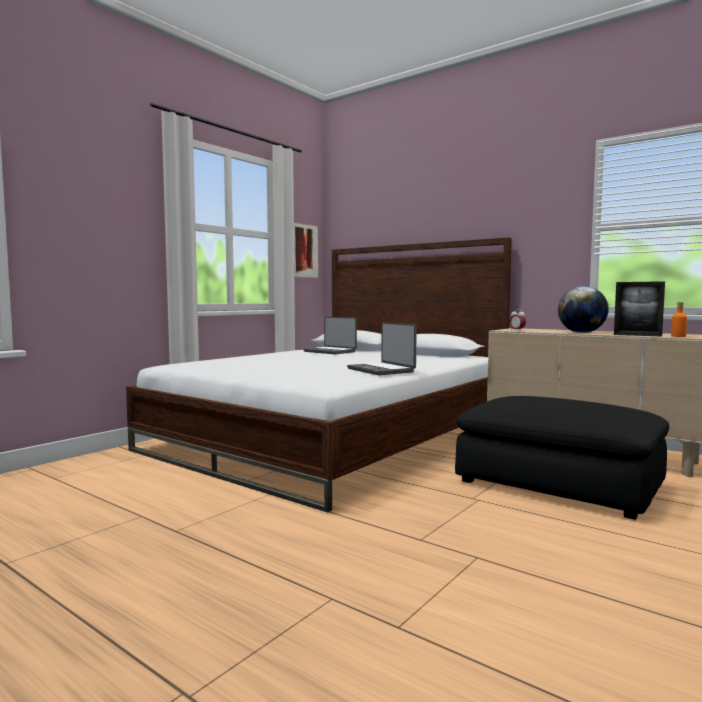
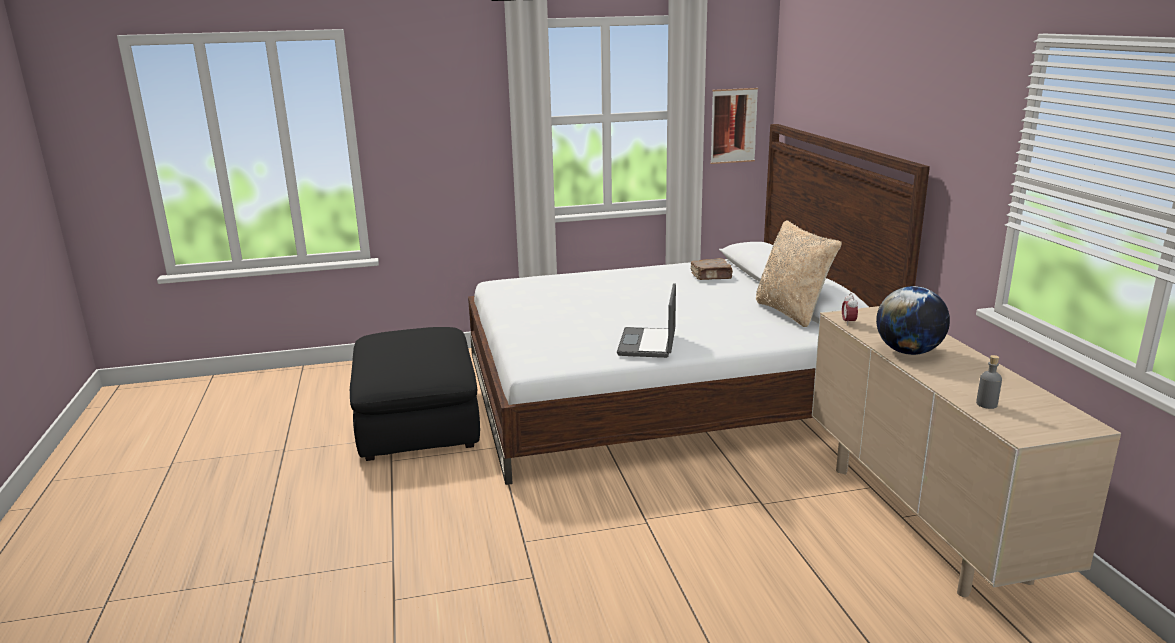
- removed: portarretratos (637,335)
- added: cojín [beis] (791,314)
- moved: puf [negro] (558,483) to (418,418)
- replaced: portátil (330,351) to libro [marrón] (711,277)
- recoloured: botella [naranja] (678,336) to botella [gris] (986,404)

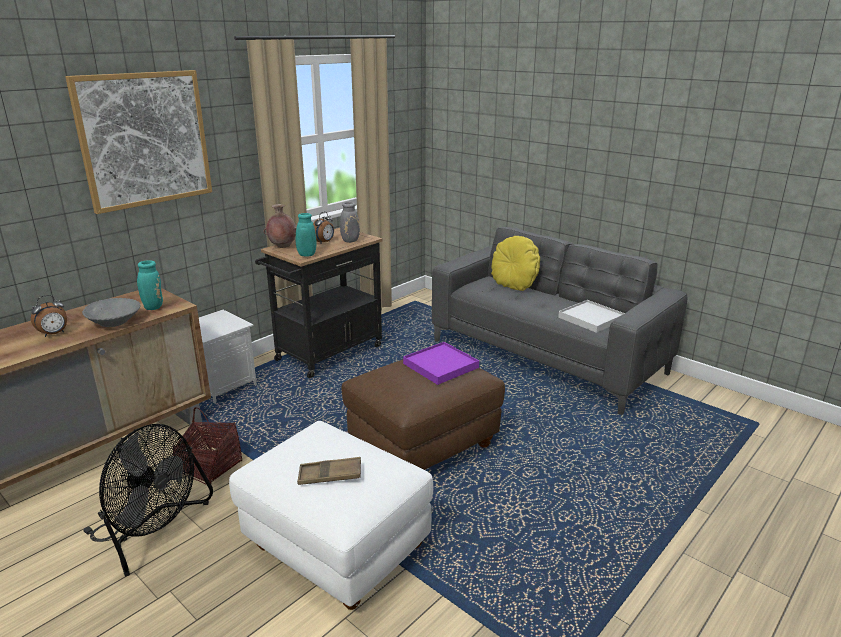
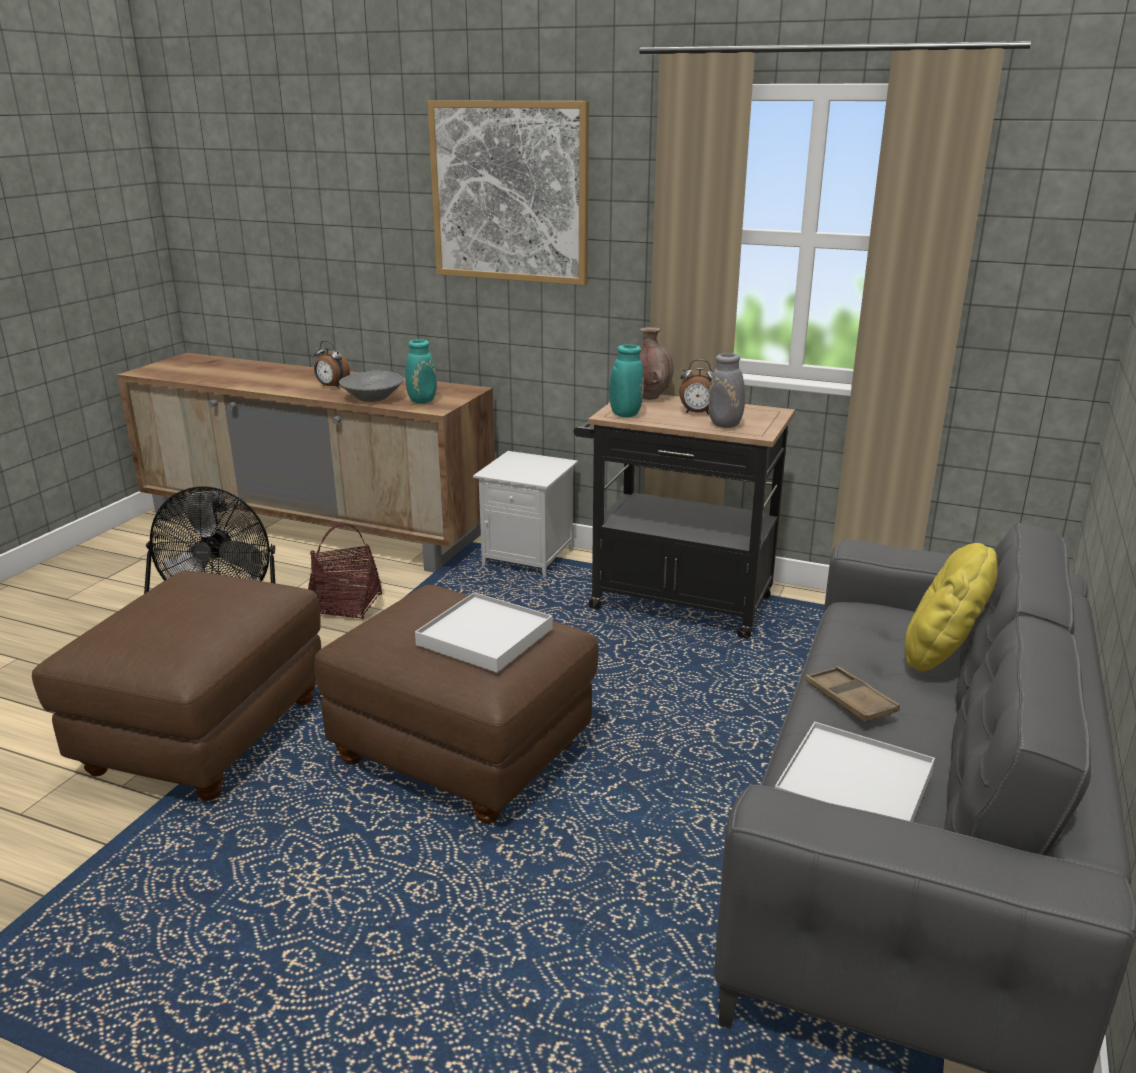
- moved: bandeja [marrón] (330,475) to (849,700)
- recoloured: puf [blanco] (335,547) to puf [marrón] (204,732)
- recoloured: bandeja [morado] (440,365) to bandeja [blanco] (485,636)

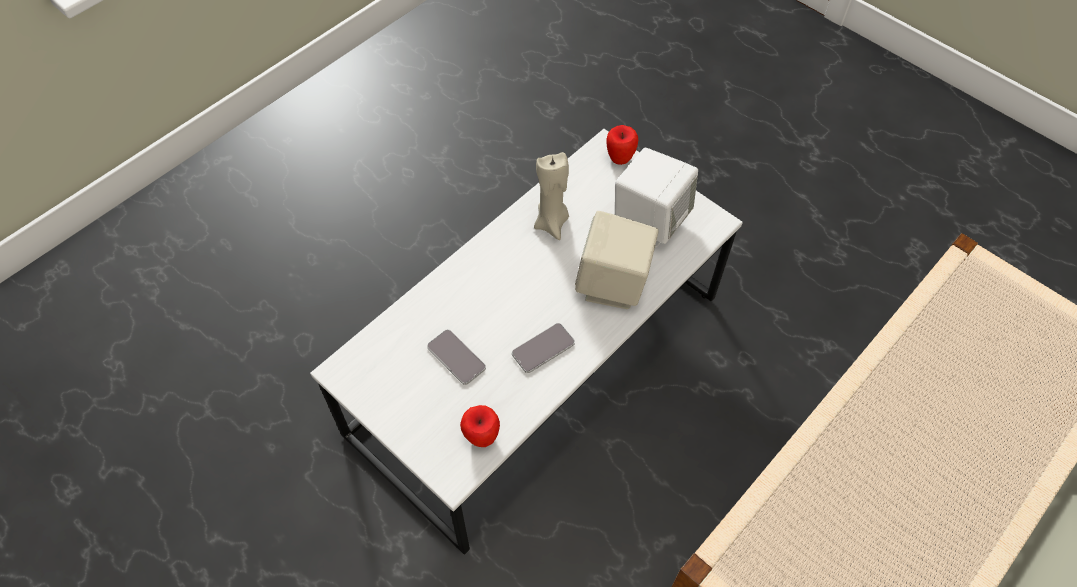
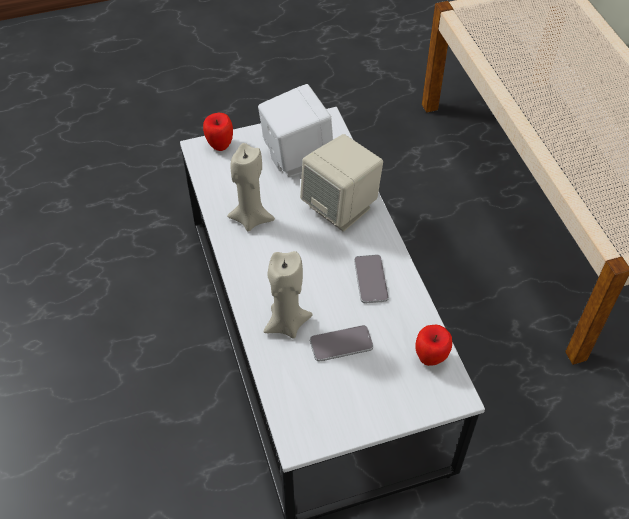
- added: vela [beis] (286,323)

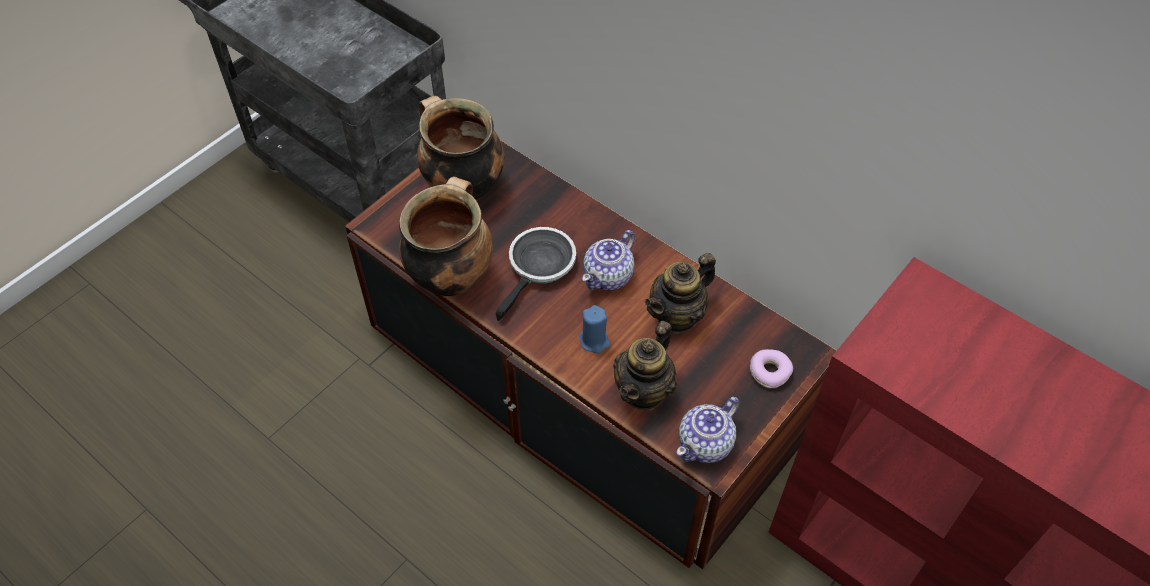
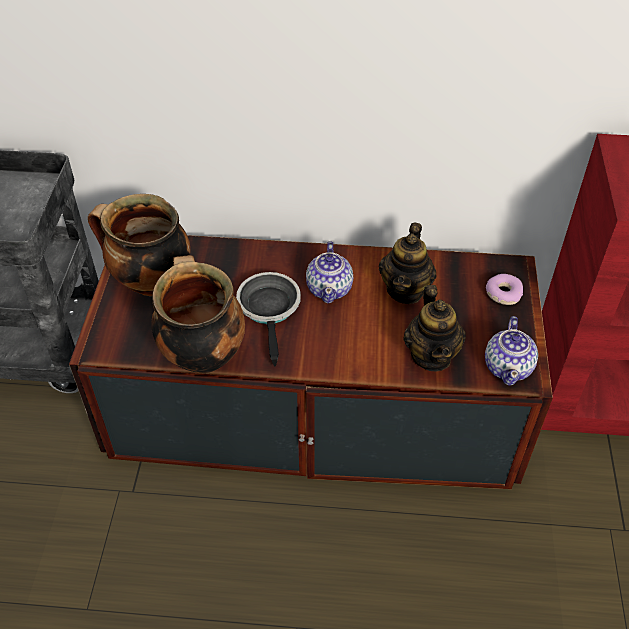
- removed: vela [azul] (594,341)

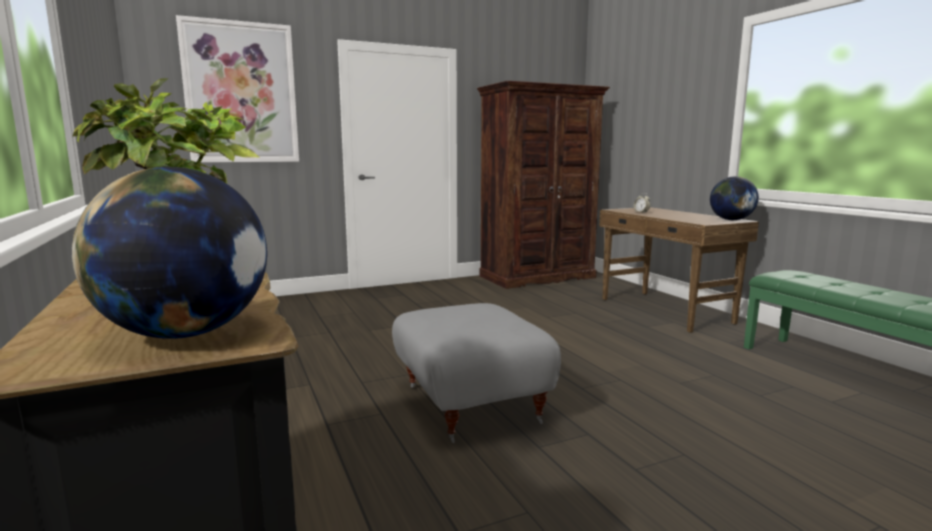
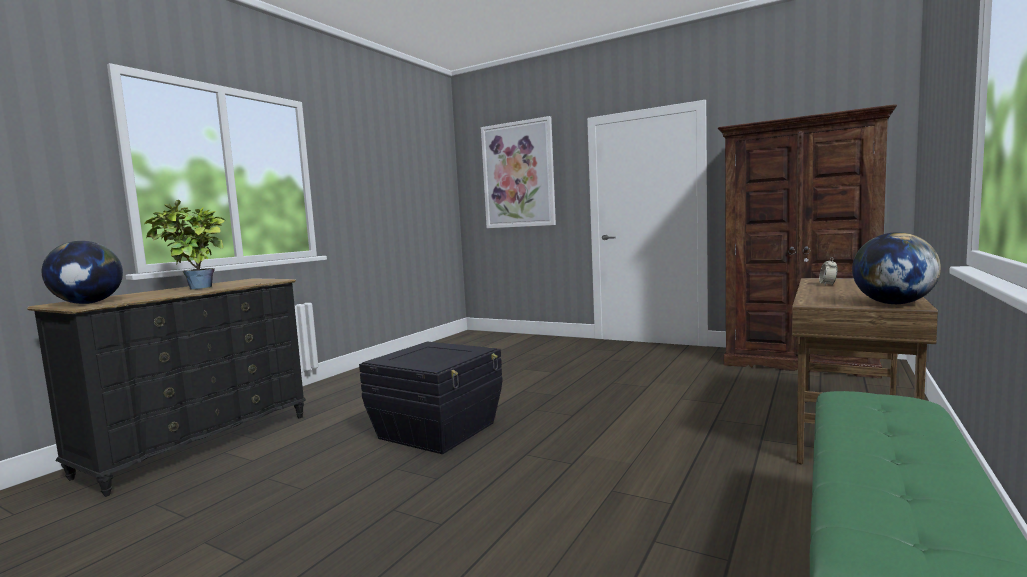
- replaced: puf [gris] (469,404) to caja de almacenaje [negro] (438,430)

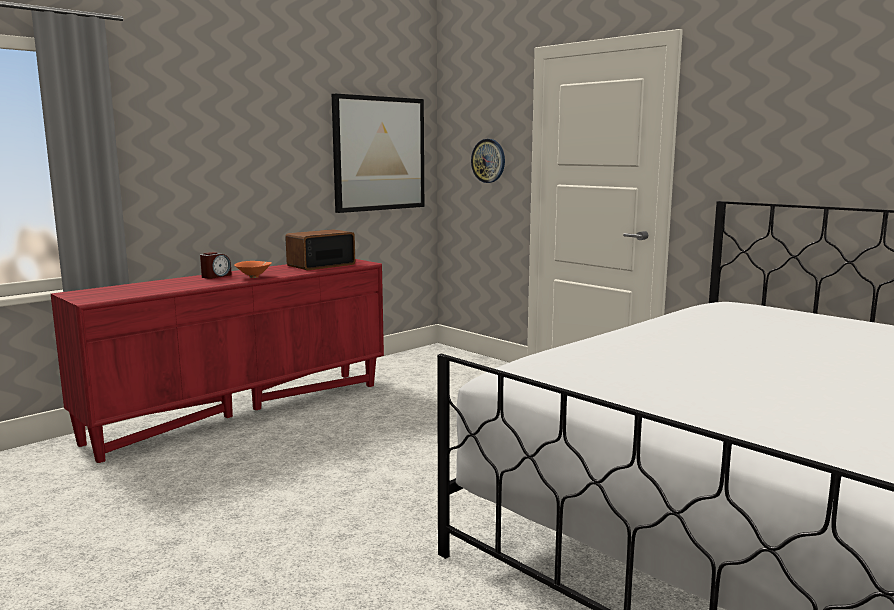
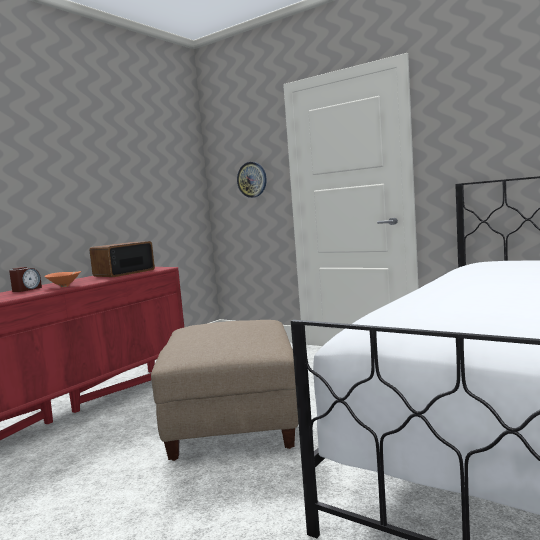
- removed: cuadro (379,154)
- added: puf [beis] (232,421)

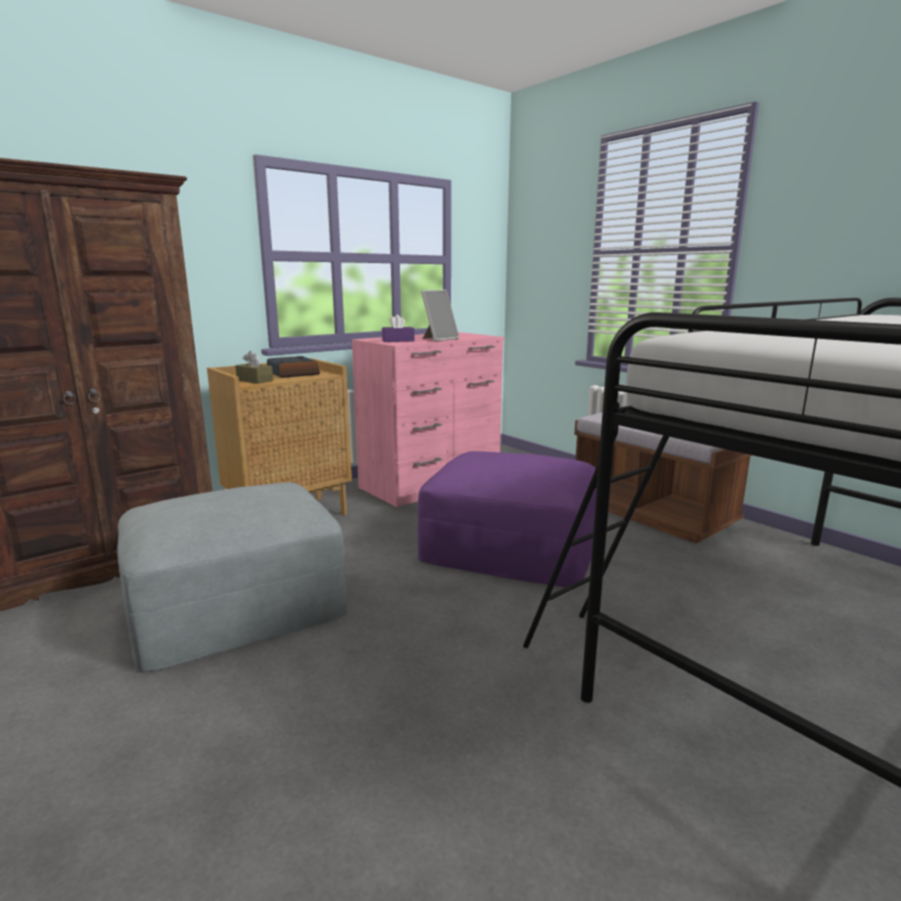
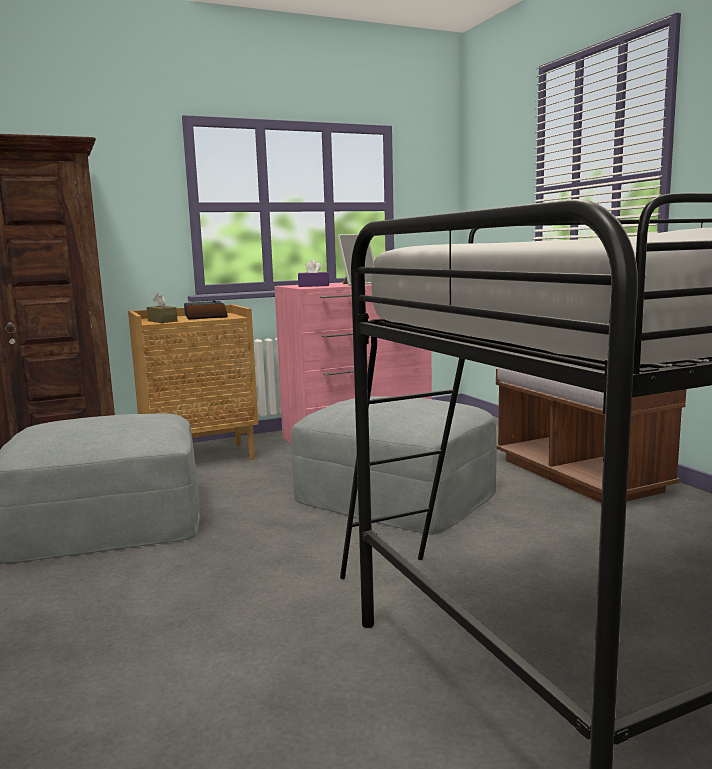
- recoloured: puf [morado] (511,547) to puf [gris] (396,495)

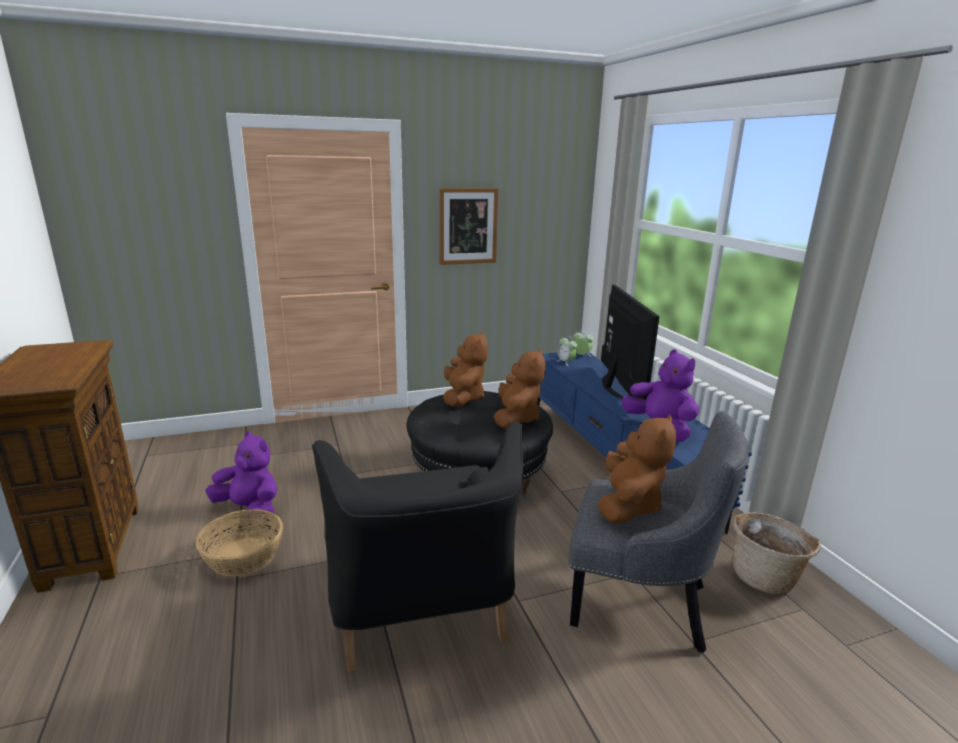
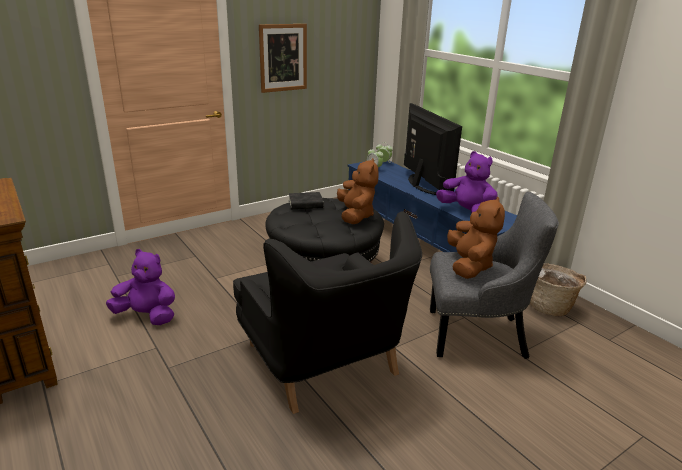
- removed: cesta (244,556)
- replaced: peluche [marrón] (463,398) to libro [negro] (305,204)

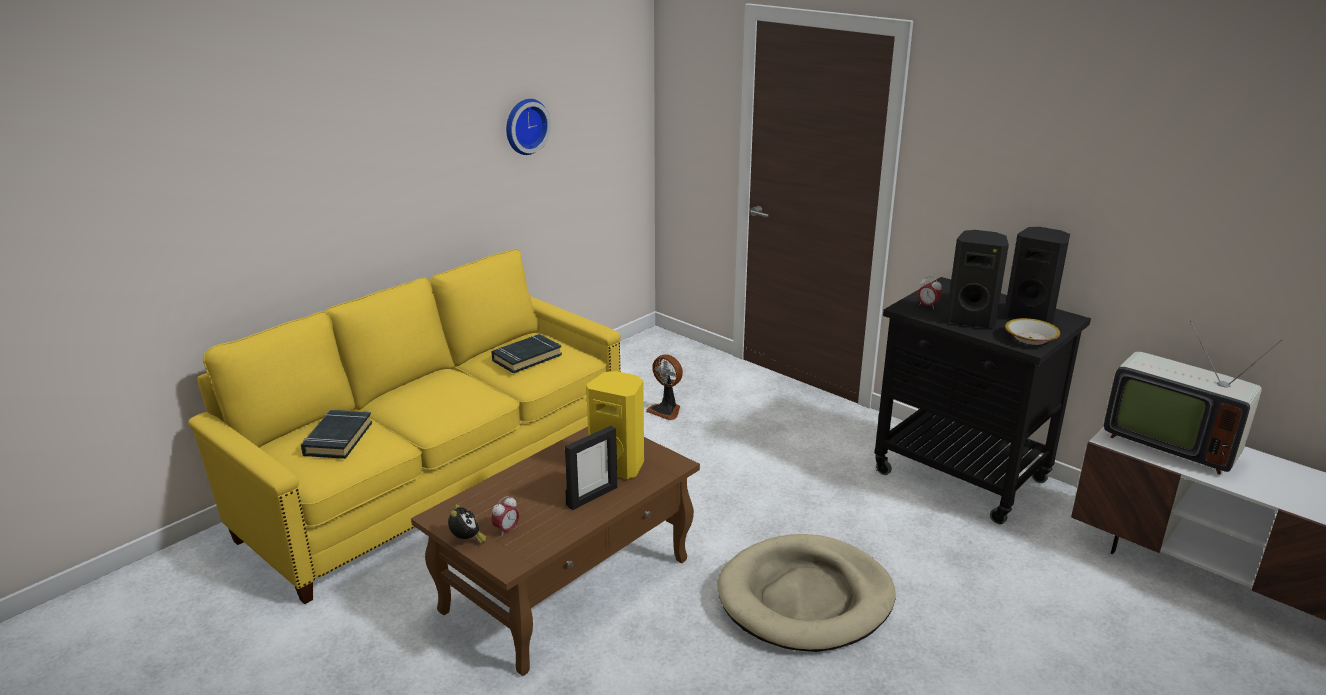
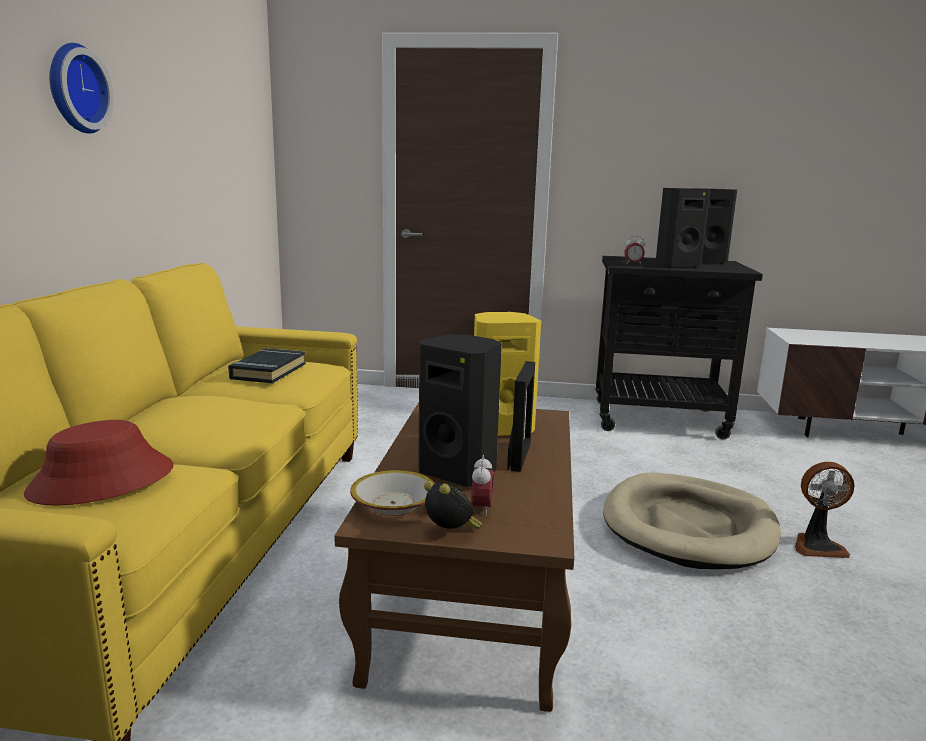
- removed: televisor (1169,443)
- added: altavoz [negro] (460,472)
- moved: reloj de pared (525,126) to (74,89)
- moved: ventilador (666,410) to (817,546)
- moved: cuenco (1030,338) to (393,504)
- replaced: libro [negro] (337,439) to sombrero [rojo] (102,481)

